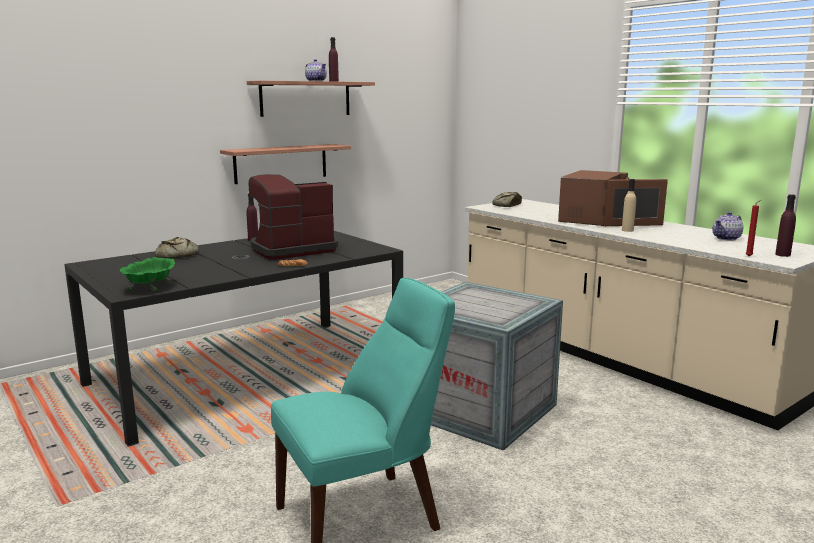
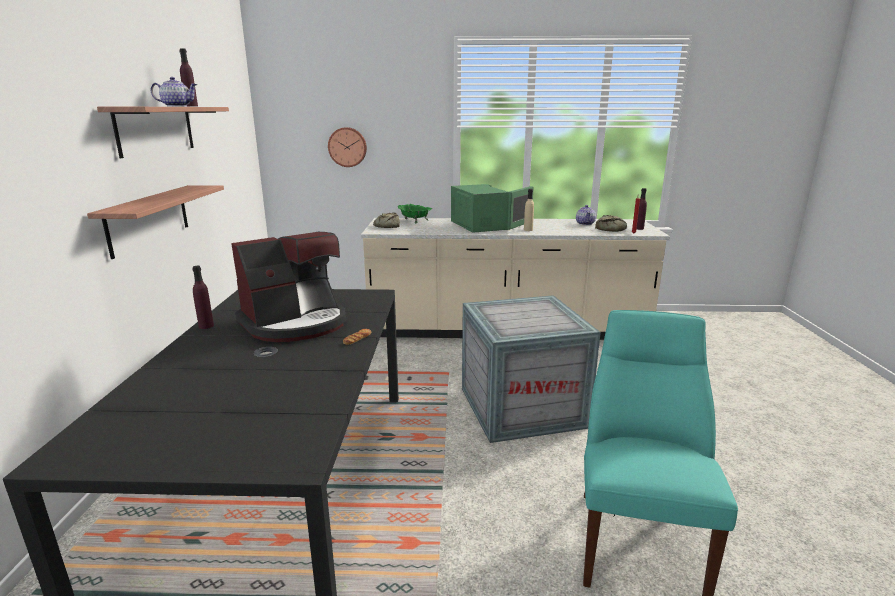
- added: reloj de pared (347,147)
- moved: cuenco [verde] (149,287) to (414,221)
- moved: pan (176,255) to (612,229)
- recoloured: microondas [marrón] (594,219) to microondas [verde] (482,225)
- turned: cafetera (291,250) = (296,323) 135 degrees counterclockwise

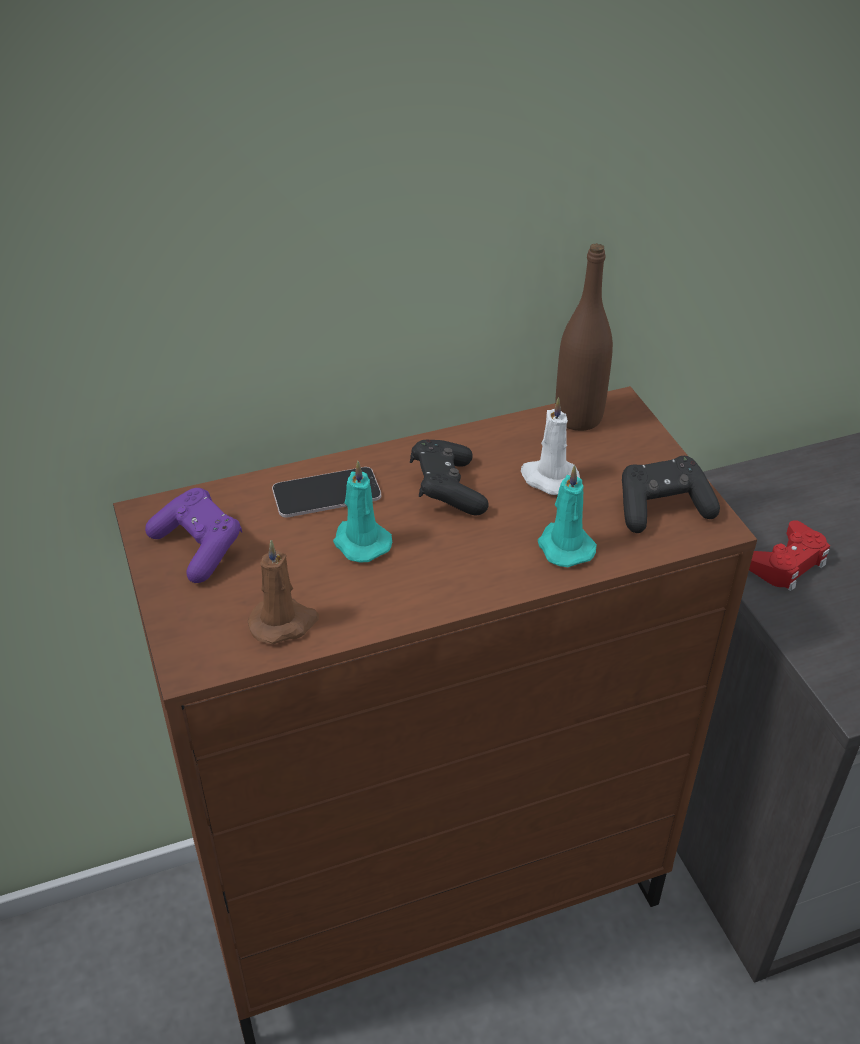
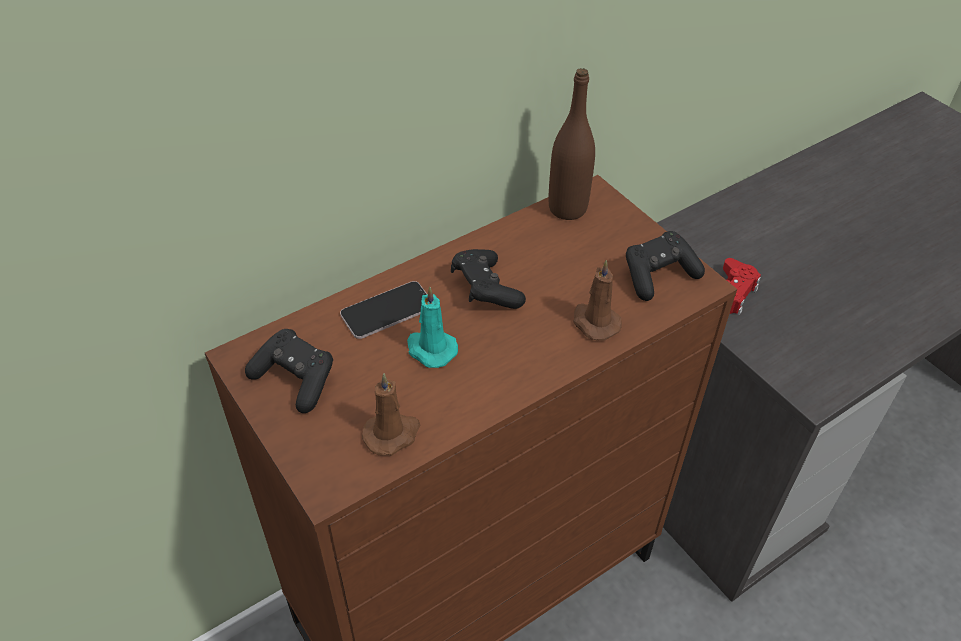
- removed: vela [blanco] (548,478)
- recoloured: mando de consola [morado] (199,547) to mando de consola [negro] (295,379)
- recoloured: vela [turquesa] (564,546) to vela [marrón] (594,322)

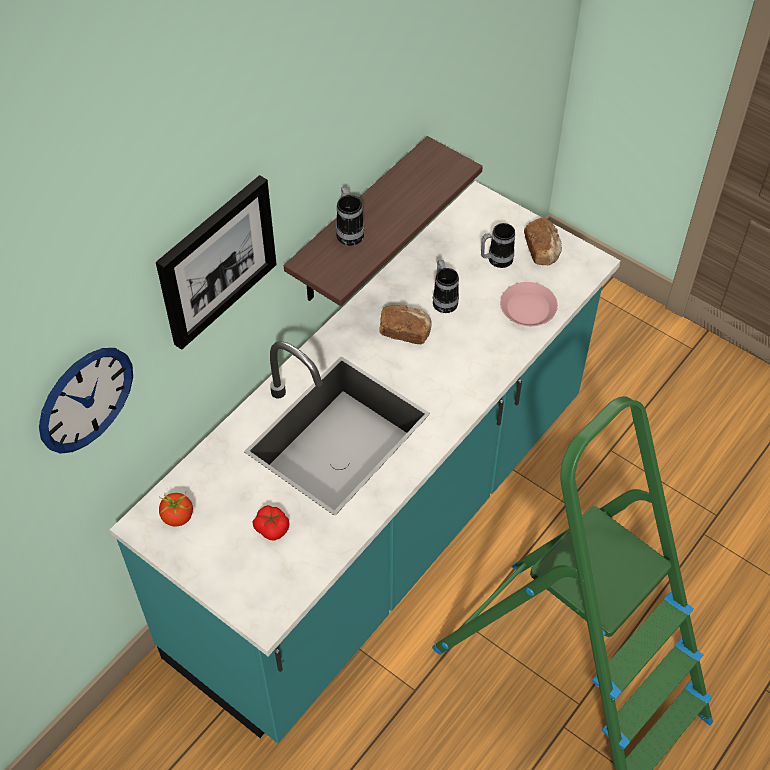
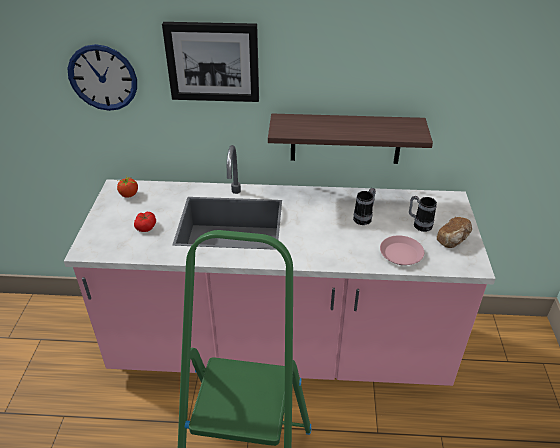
- removed: taza grande (349,231)
- removed: pan (405,331)
- recoloured: mueble bajo de cocina [turquesa] (385,528) to mueble bajo de cocina [rosa] (280,350)

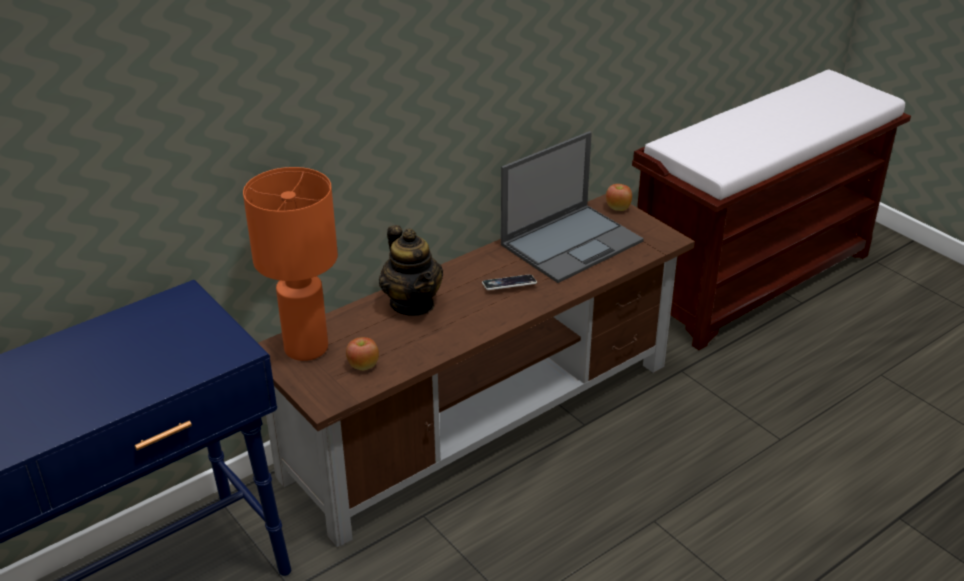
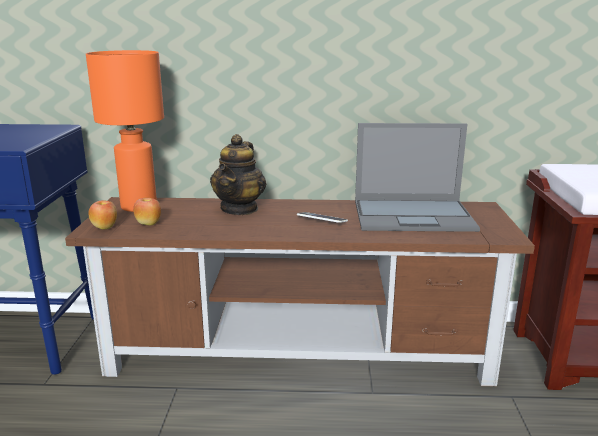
- moved: manzana (618,208) to (105,227)

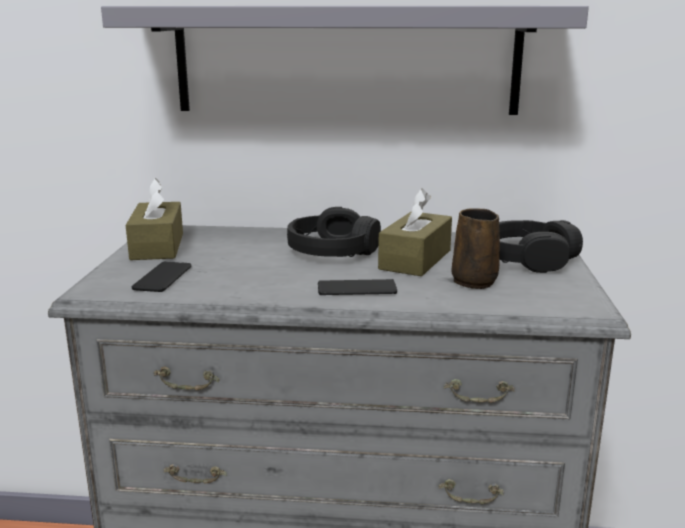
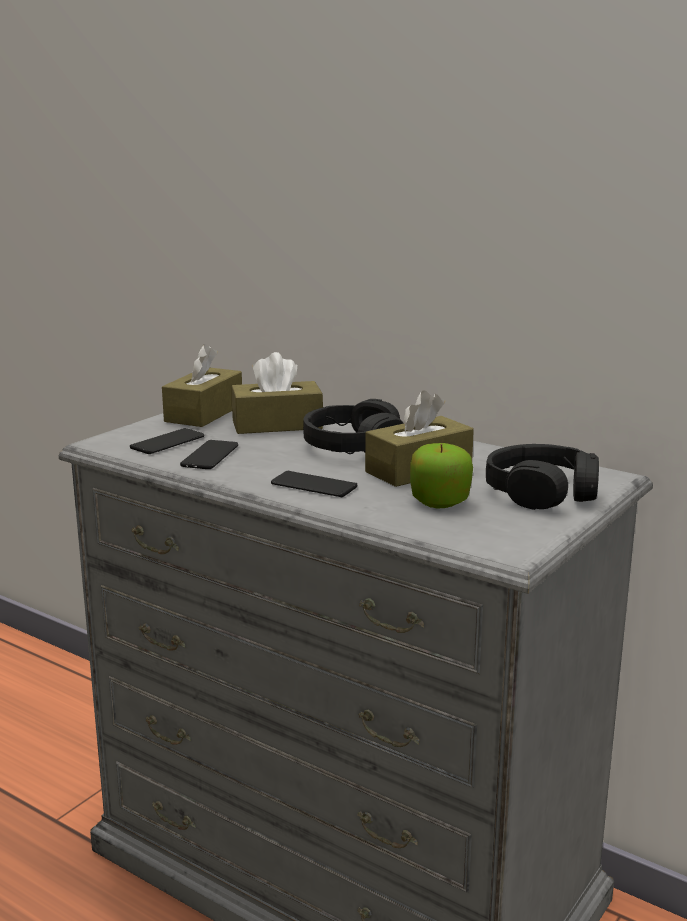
- removed: estante [gris] (346,60)
- added: móvil (210,456)
- added: caja de pañuelos [marrón] (277,424)
- replaced: taza grande [marrón] (473,280) to manzana (440,501)

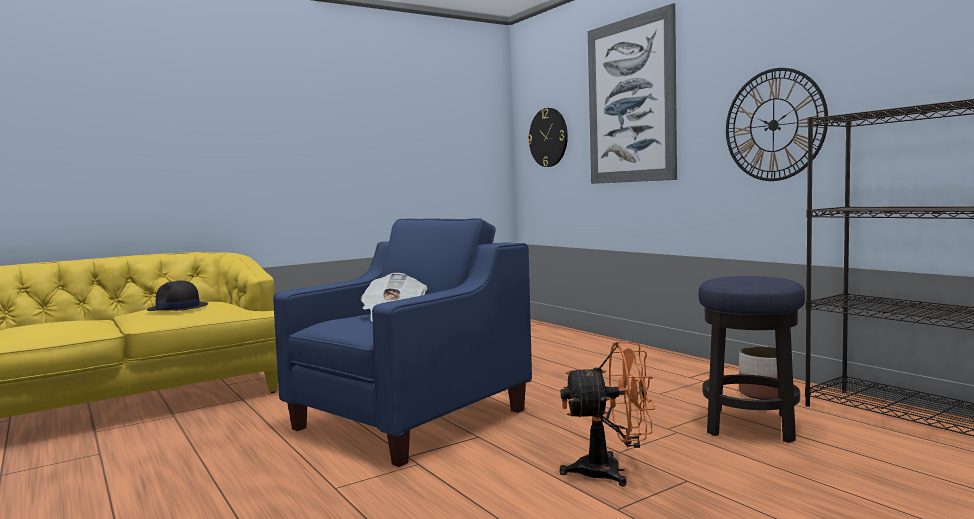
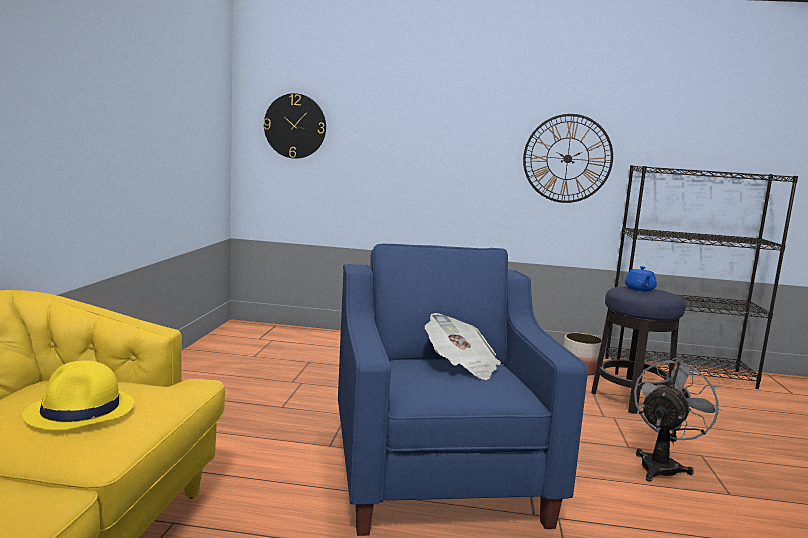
- removed: cuadro (630,101)
- added: tetera [azul] (639,289)
- recoloured: sombrero [negro] (178,308) to sombrero [amarillo] (81,411)
- recoloured: ventilador [naranja] (611,471) to ventilador [gris] (662,465)

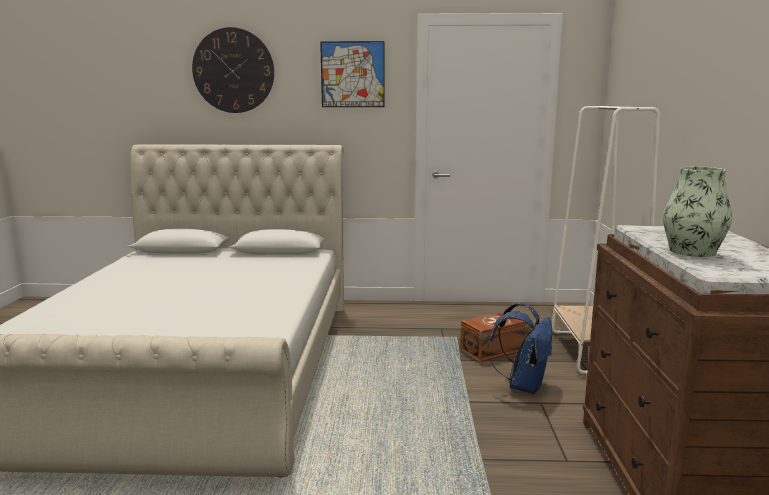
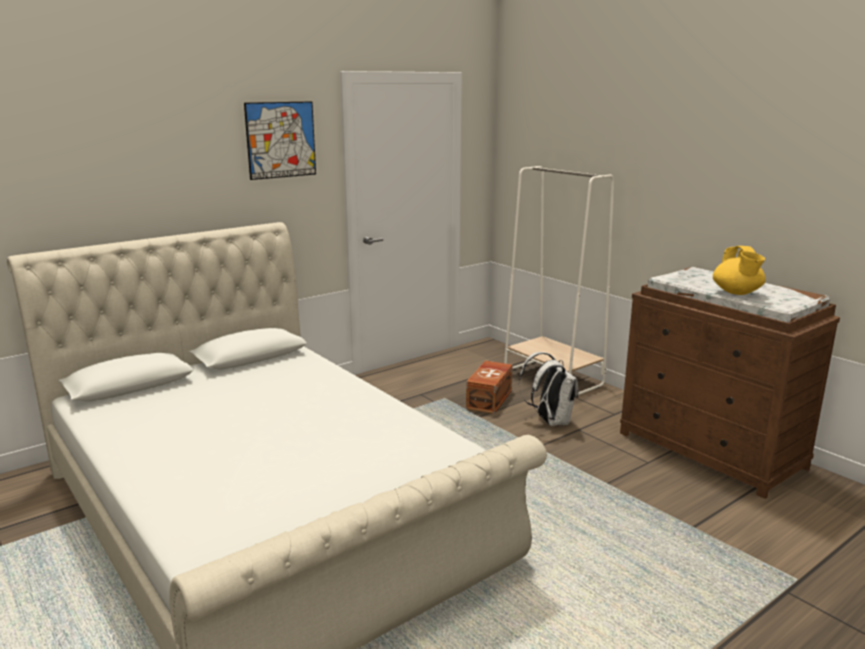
- removed: reloj de pared (233,70)
- replaced: florero (692,251) to tetera [amarillo] (737,293)
- recoloured: mochila [azul] (523,385) to mochila [blanco] (550,421)

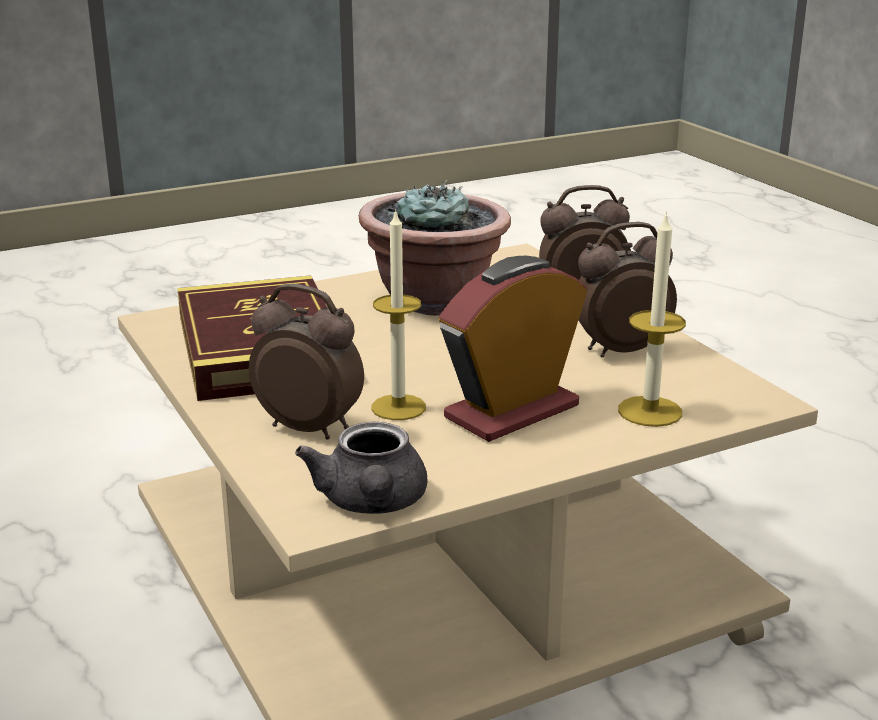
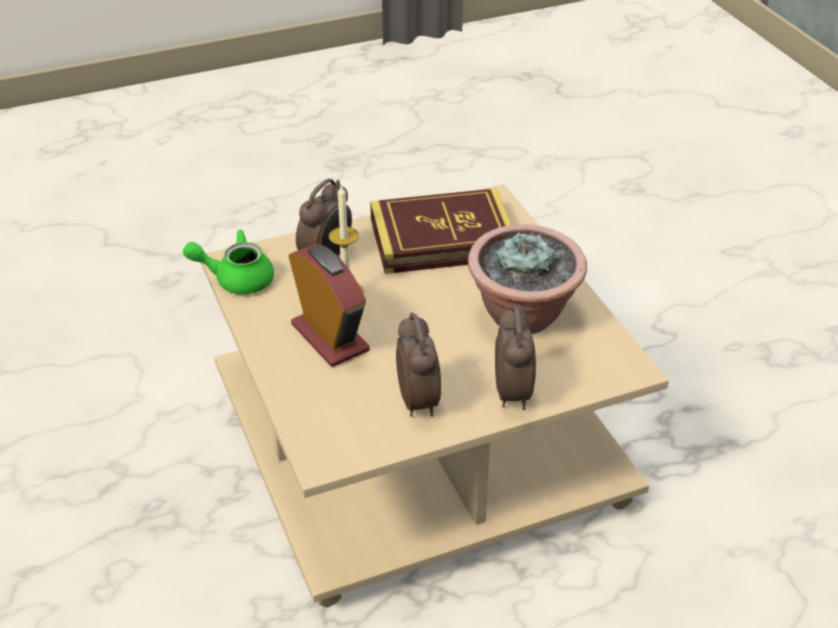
- removed: vela (650,411)
- recoloured: tetera [gris] (371,504) to tetera [verde] (236,279)

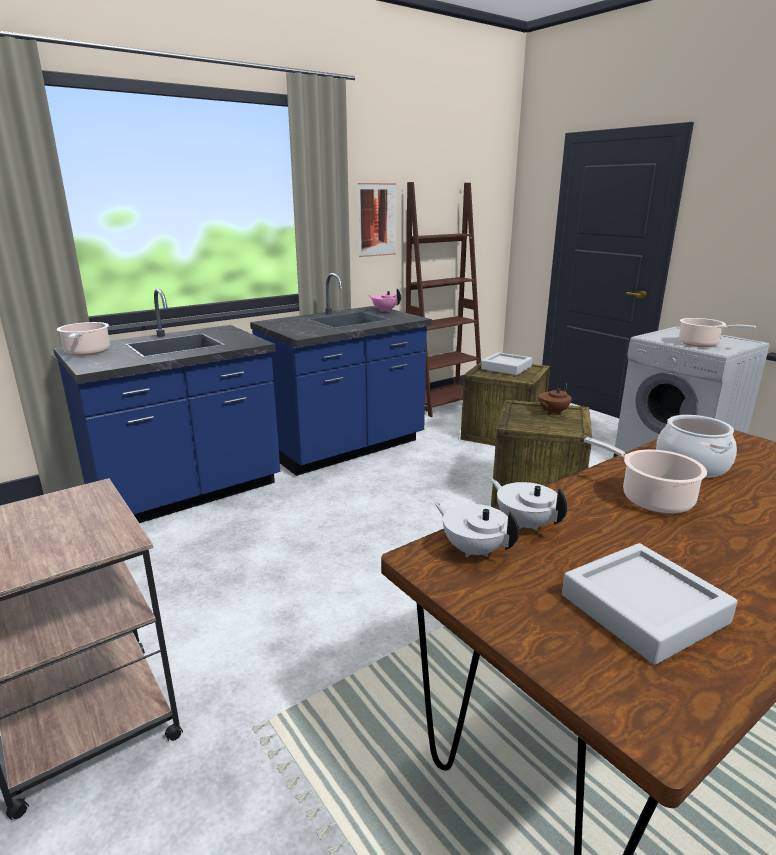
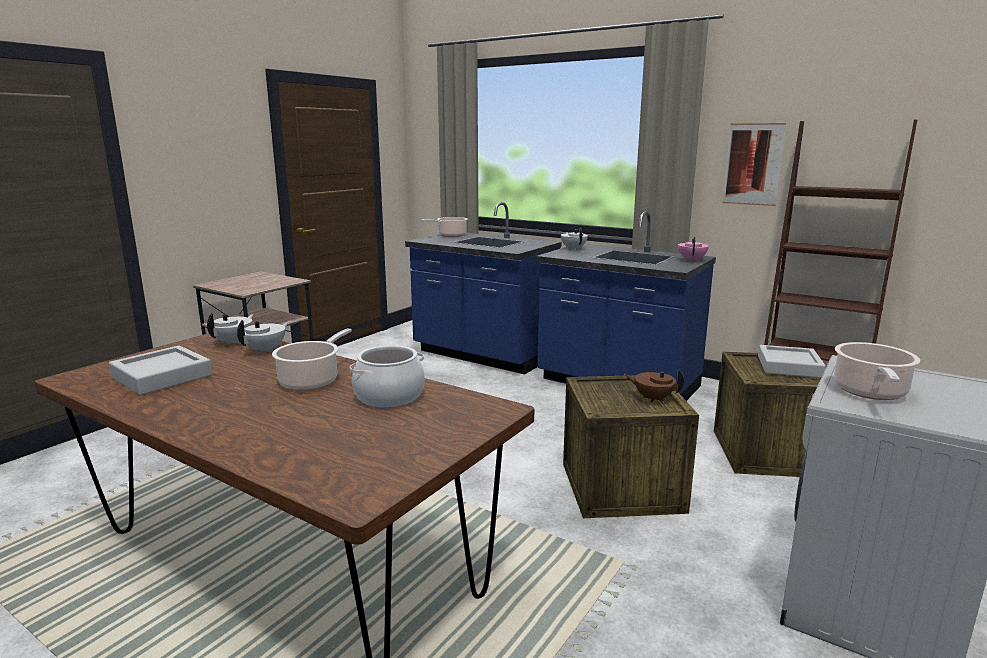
- added: tetera [blanco] (573,249)

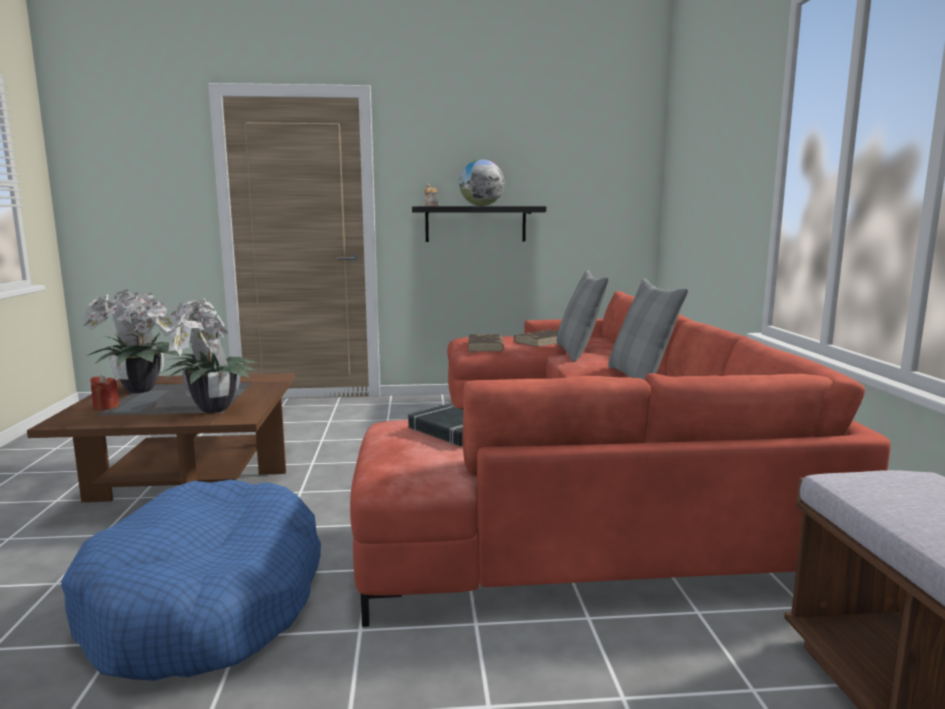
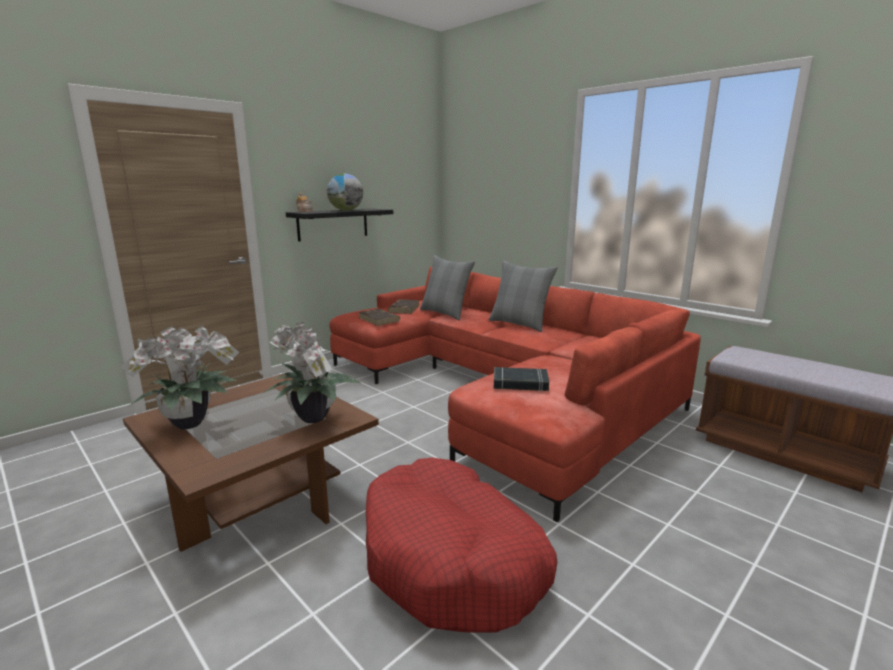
- removed: vela [rojo] (106,407)
- recoloured: cama para perro [azul] (206,603) to cama para perro [rojo] (452,560)

